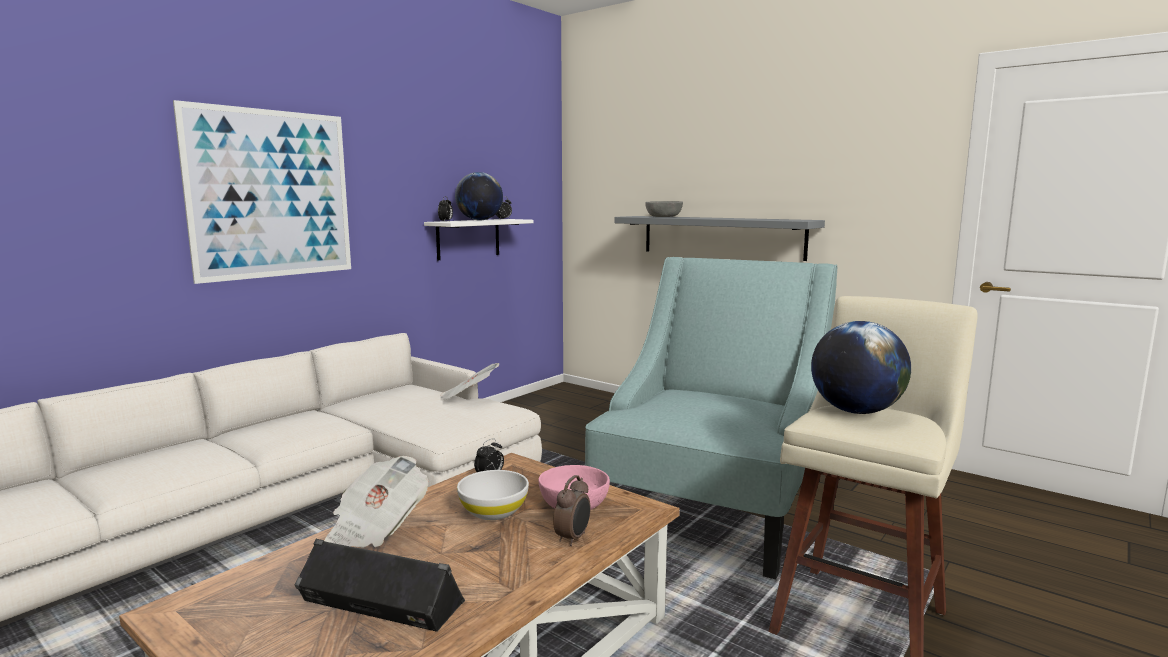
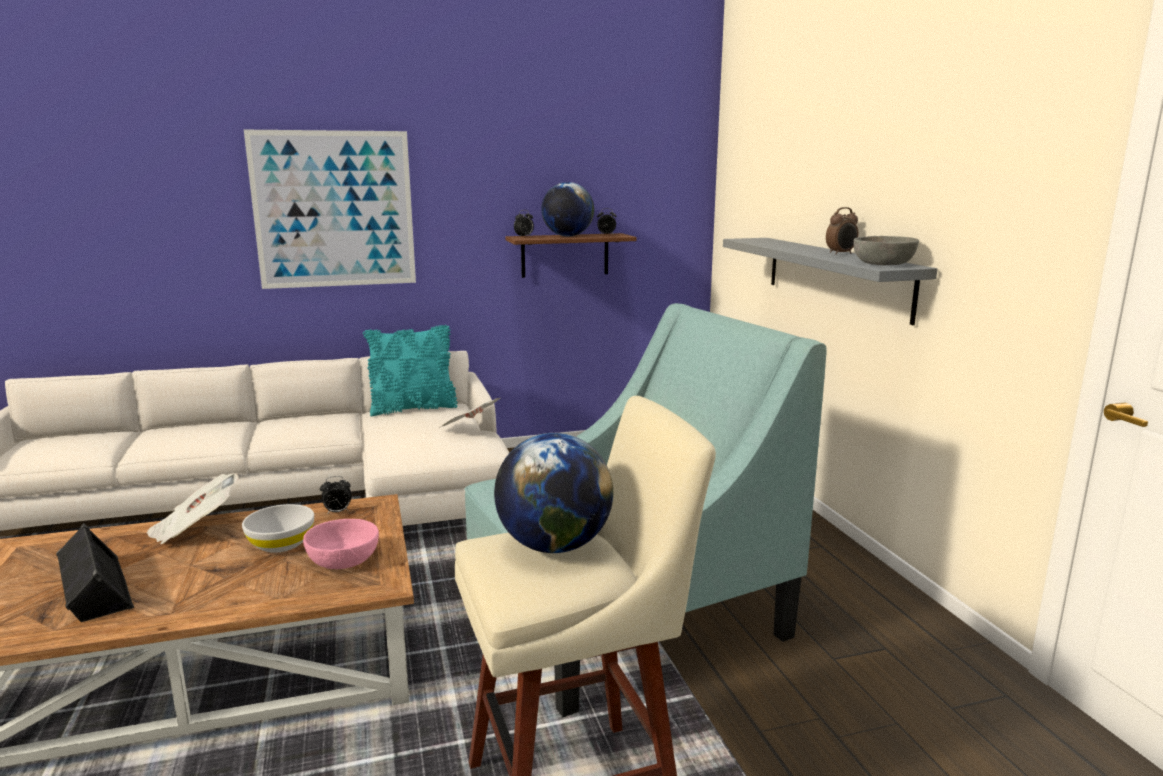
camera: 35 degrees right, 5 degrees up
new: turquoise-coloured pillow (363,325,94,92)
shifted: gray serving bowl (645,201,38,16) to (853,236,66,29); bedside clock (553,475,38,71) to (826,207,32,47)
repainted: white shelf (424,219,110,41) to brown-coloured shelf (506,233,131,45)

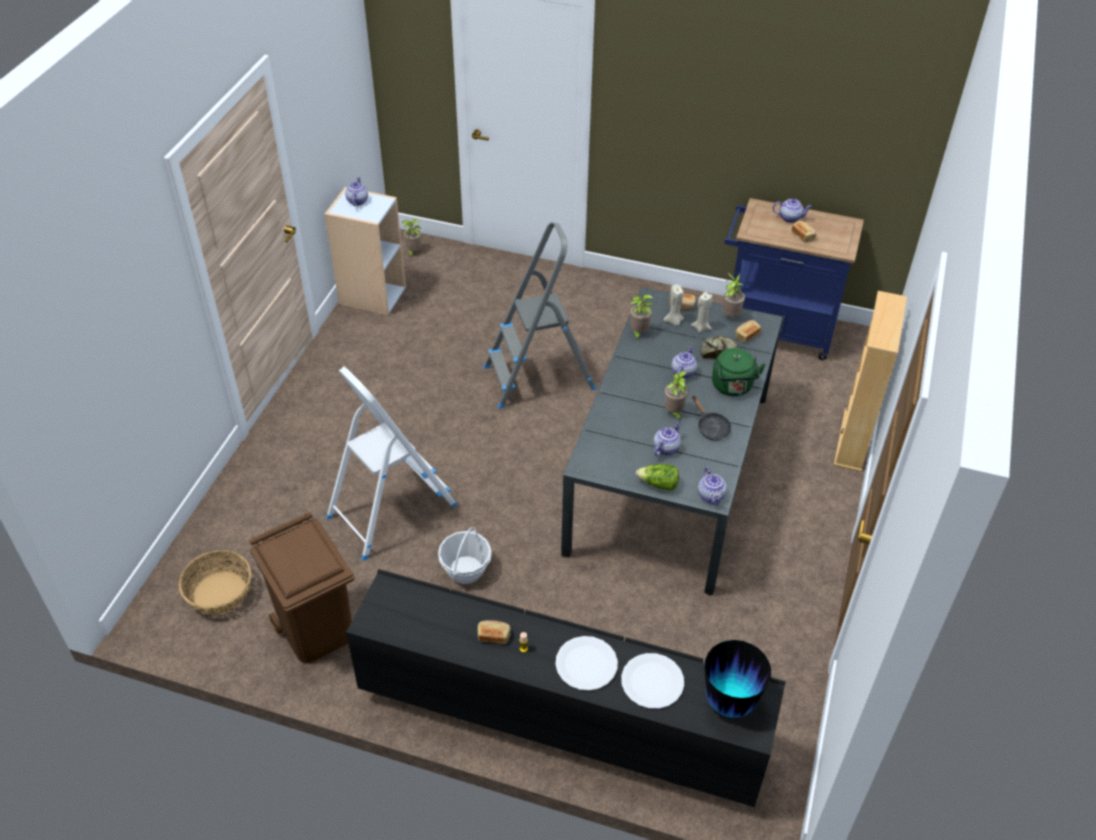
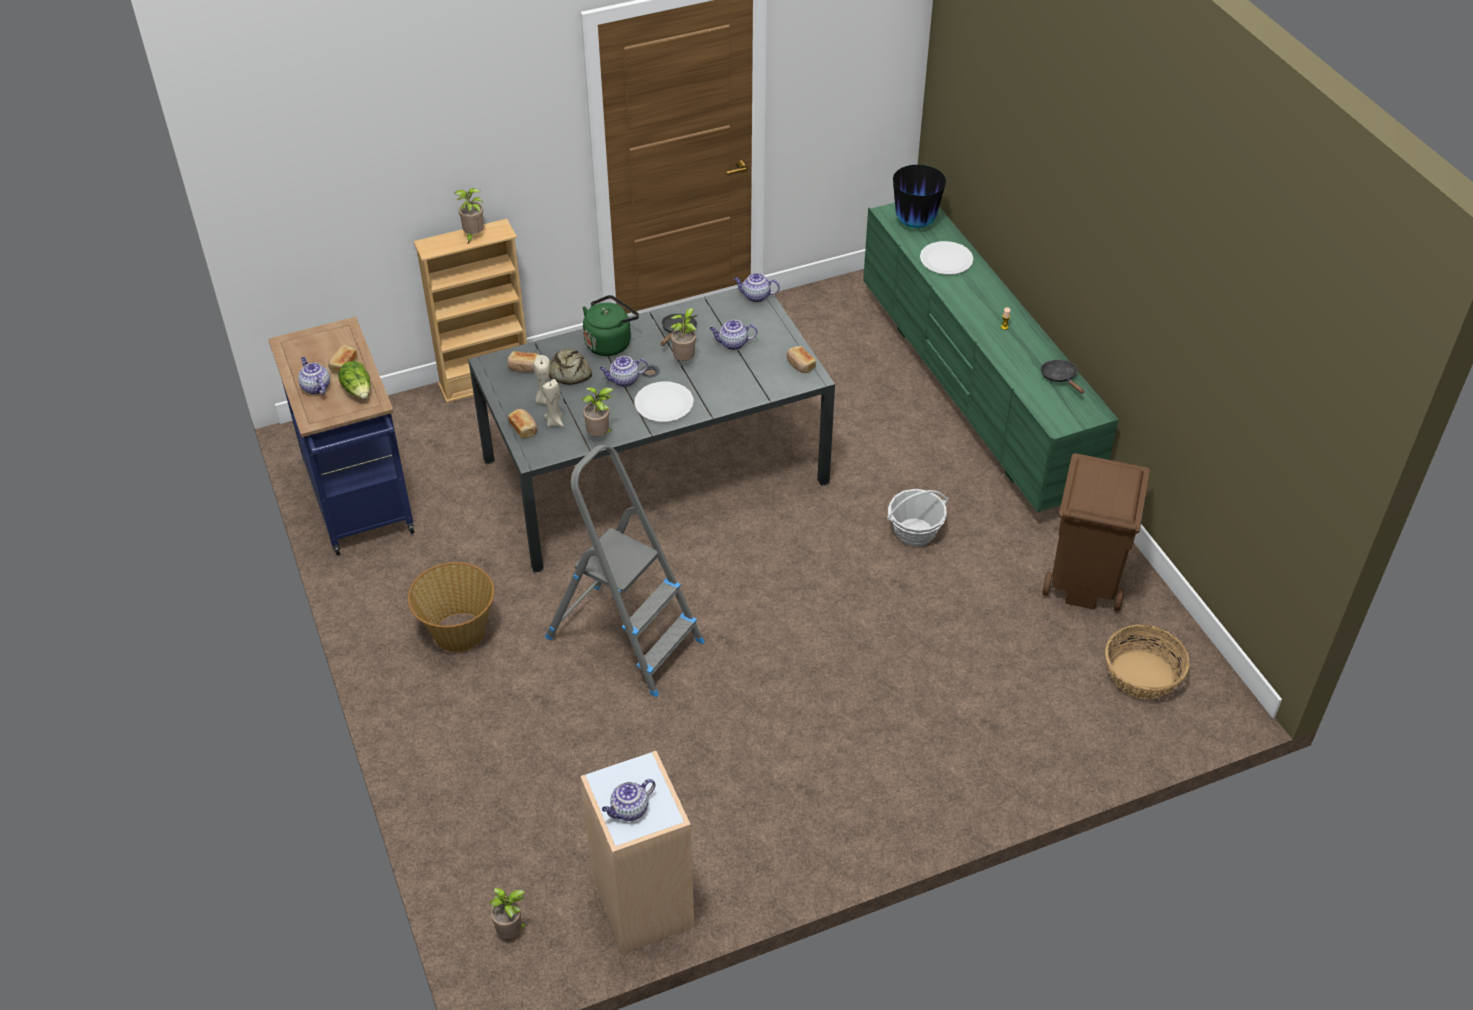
camera: 130 degrees left, 0 degrees up
gone: white step ladder (326,366,131,195)
new: blackish skillet (1041,360,44,34); storage basket (408,562,86,90)
shifted: houseplant (723,273,22,44) to (454,188,30,57); lettuce head (636,464,43,27) to (338,361,32,38); bakery bread (478,620,33,24) to (787,346,29,27); white flat dish (555,636,63,55) to (634,382,60,40)
repainted: blackish storage cabinet (346,569,440,238) to green-coloured storage cabinet (863,203,256,310)
rotated: pot for tea (698,467,29,38) = (733,273,47,29) 120 degrees counterclockwise

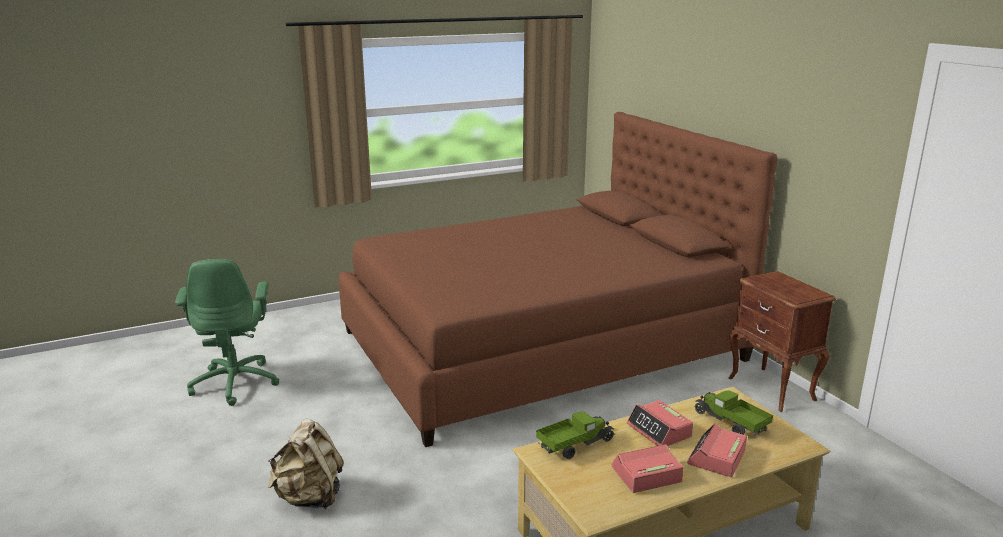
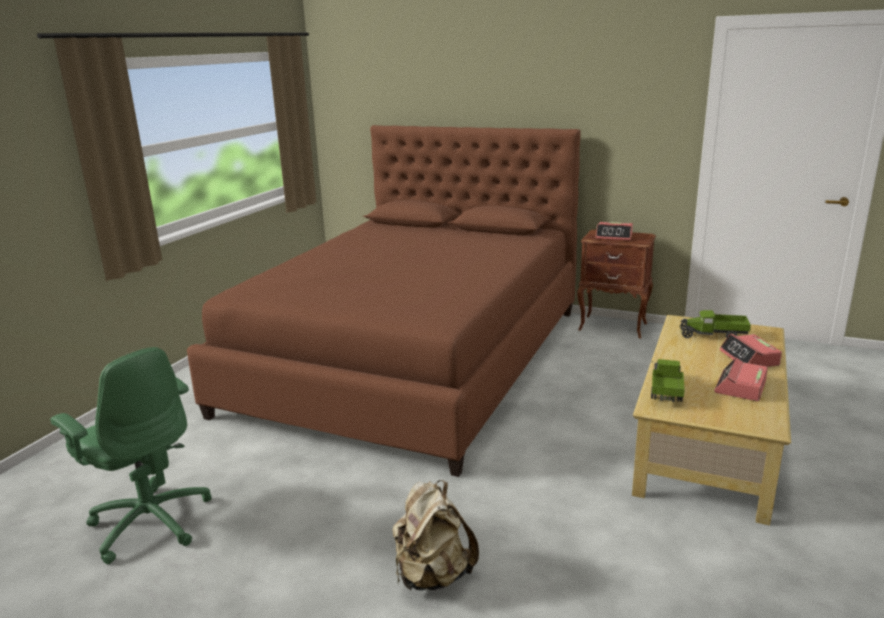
camera: 40 degrees left, 0 degrees up
shifted: bedside clock (627,400,66,46) to (596,222,37,18)

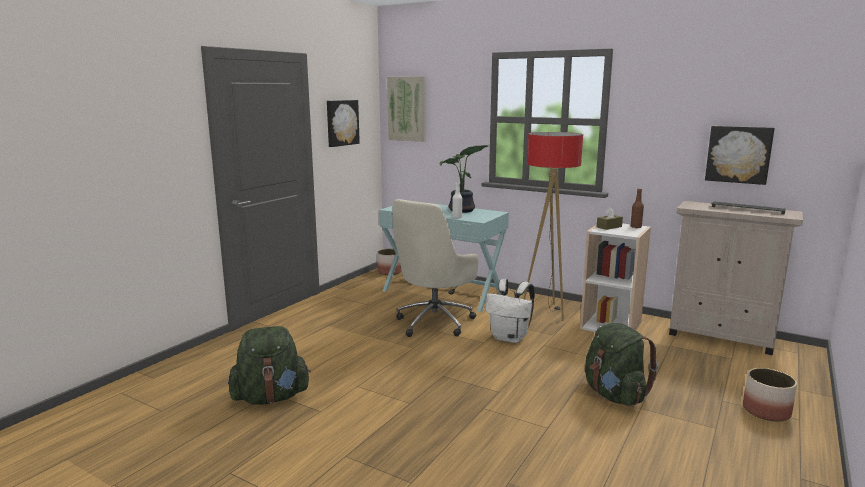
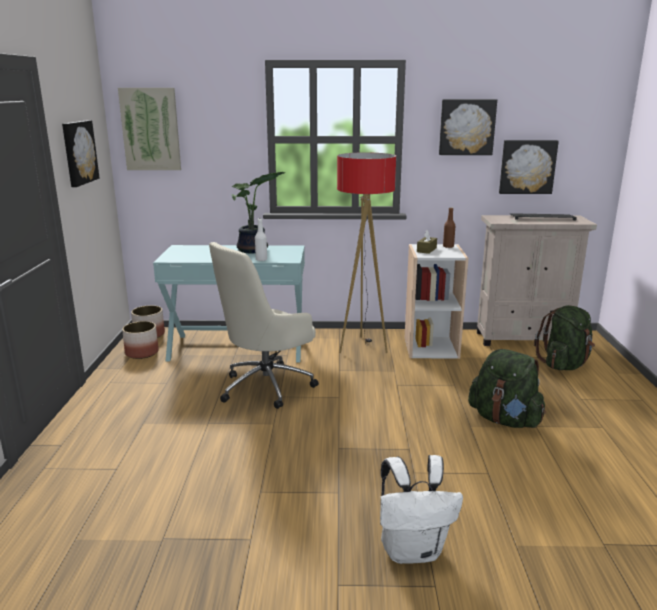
camera: 30 degrees left, 5 degrees up
new: picture (439,99,58,56)
shifted: white rucksack (485,279,50,64) to (380,455,83,109); green-coloured rucksack (228,326,83,79) to (534,305,61,65); plant pot (743,368,54,54) to (122,321,37,38)
rotated: beige-coloured desk chair (393,199,86,138) = (209,242,110,167) 45 degrees clockwise

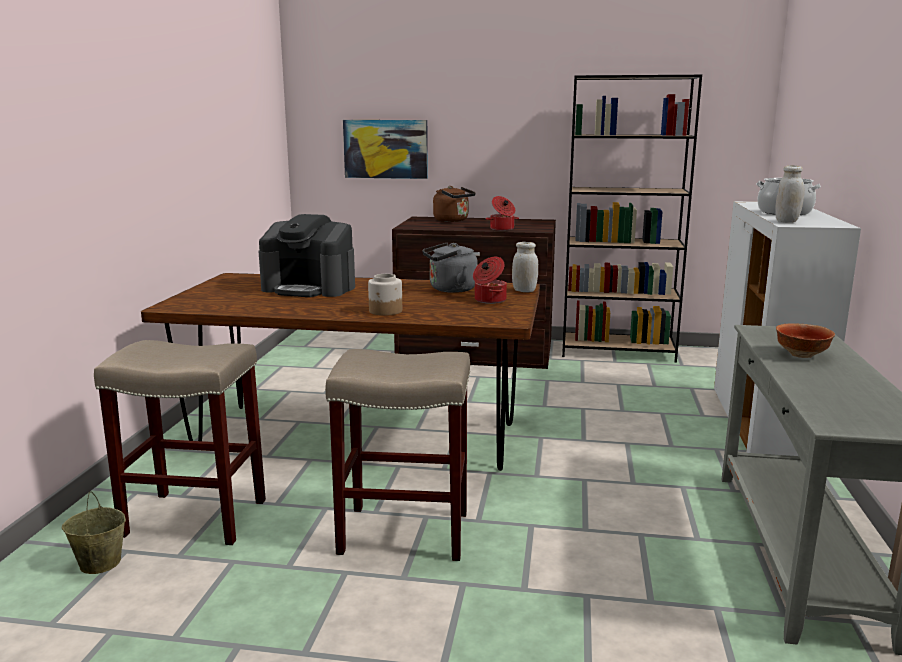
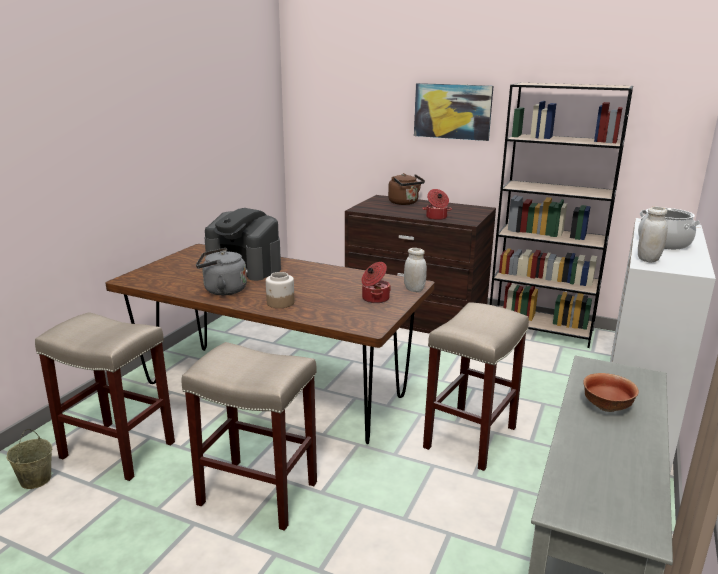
camera: 15 degrees right, 5 degrees up
new: beige-coloured sitting stool (423,302,106,169)
shifted: picture (343,120,85,59) to (414,83,79,58); gray water kettle (422,243,56,50) to (196,248,51,47)

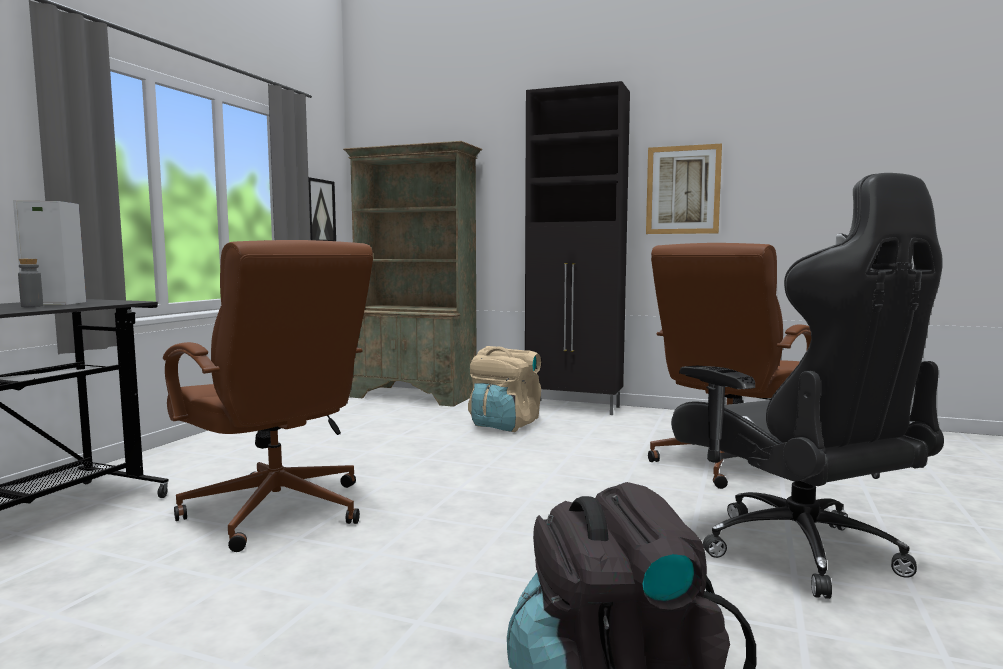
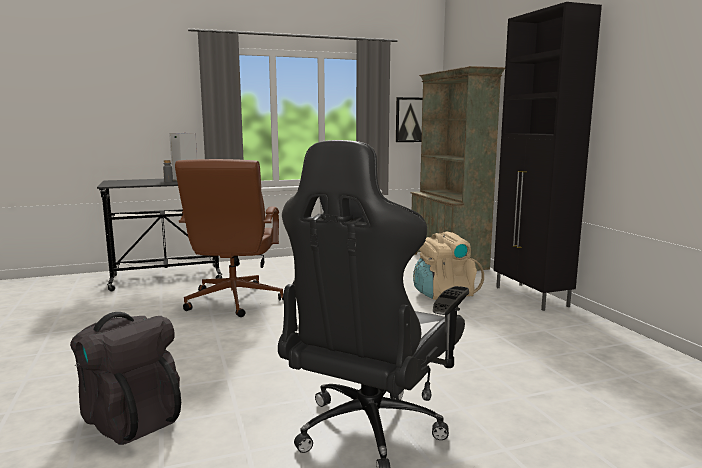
camera: 50 degrees right, 5 degrees up
gone: picture (646,144,76,90); brown-coloured desk chair (648,243,163,246)

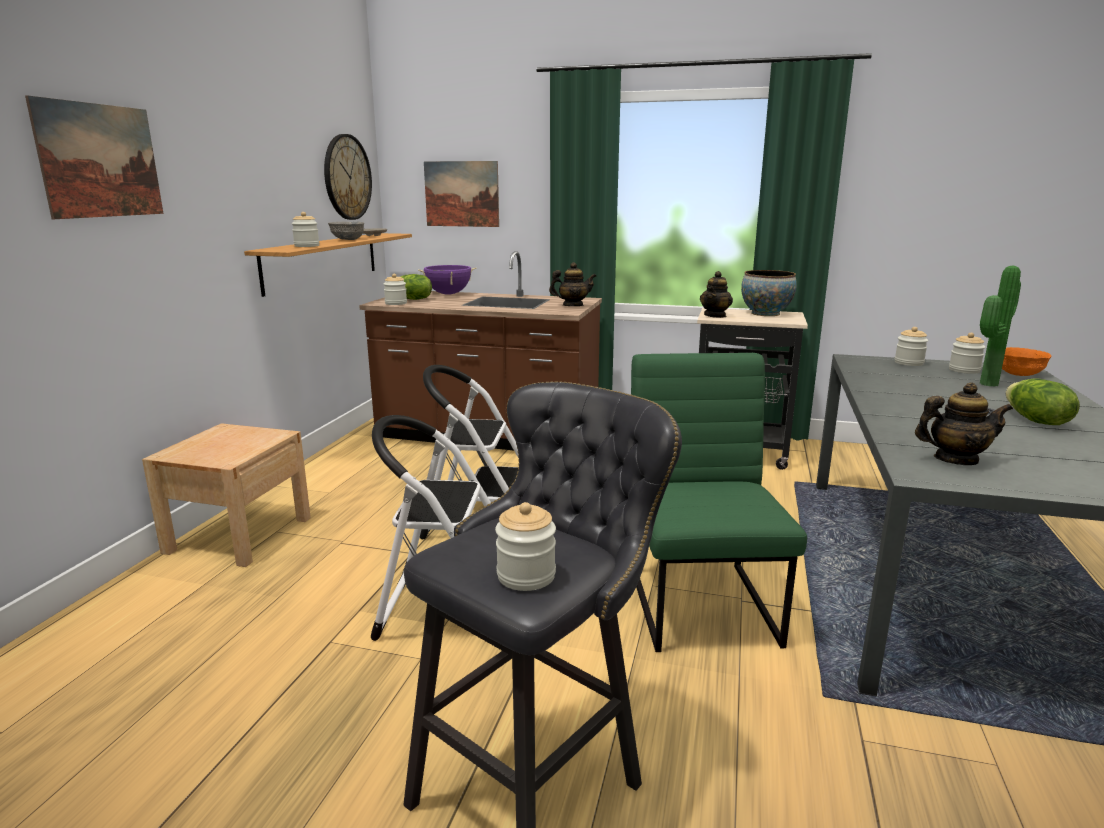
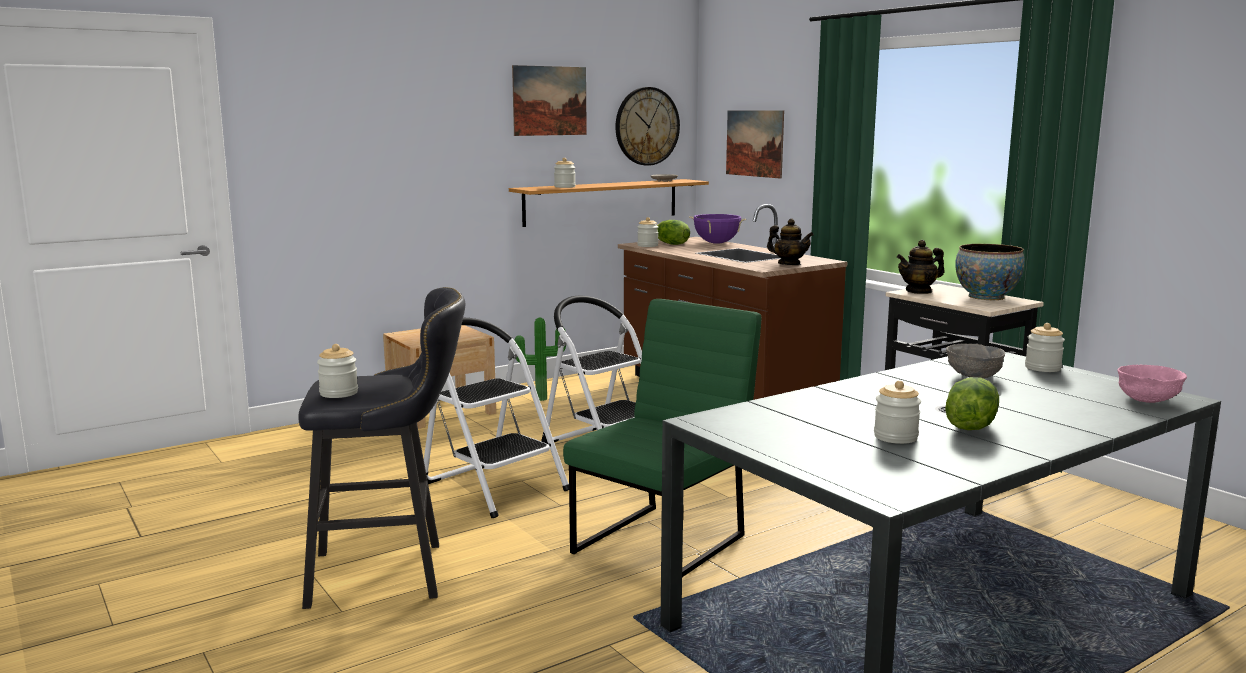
camera: 40 degrees right, 5 degrees down
gone: pot for tea (915,382,98,83)
shifted: picture (25,95,139,124) to (512,65,75,71); gray serving bowl (328,222,36,18) to (946,344,59,35); houseplant (980,266,41,121) to (514,318,52,83); storage jar (949,333,36,41) to (874,380,47,64)
repainted: orange-coloured serving bowl (1002,347,49,29) to pink-coloured serving bowl (1117,365,70,38)

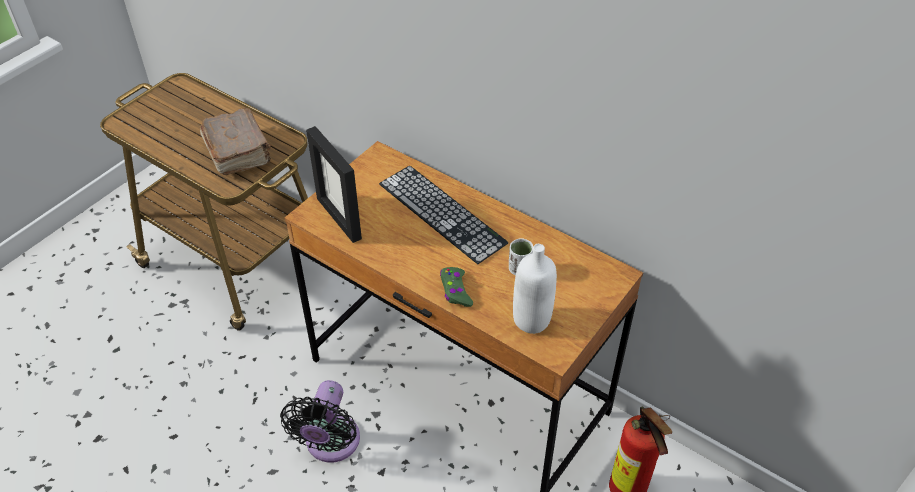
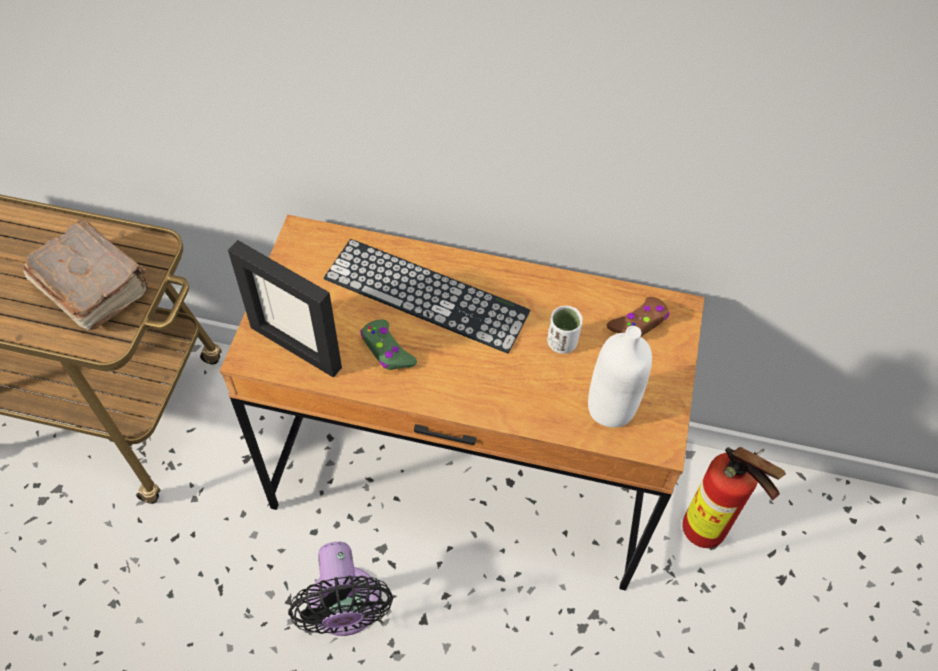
camera: 25 degrees left, 10 degrees up
new: brown-coloured gamepad (607,297,62,39)
shifted: green-coloured gamepad (440,267,33,40) to (361,320,56,50)

